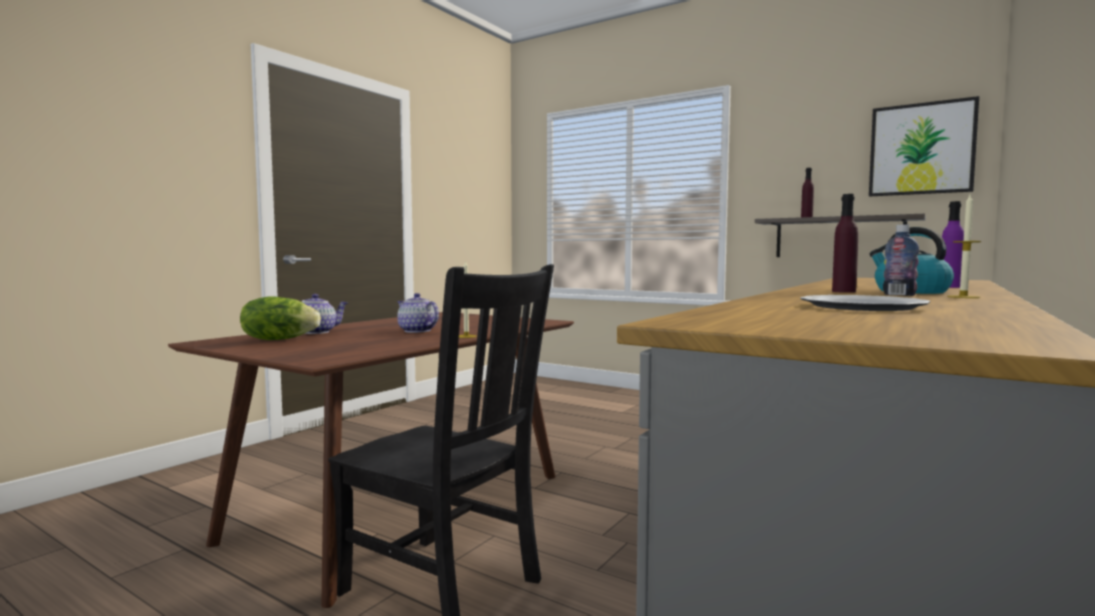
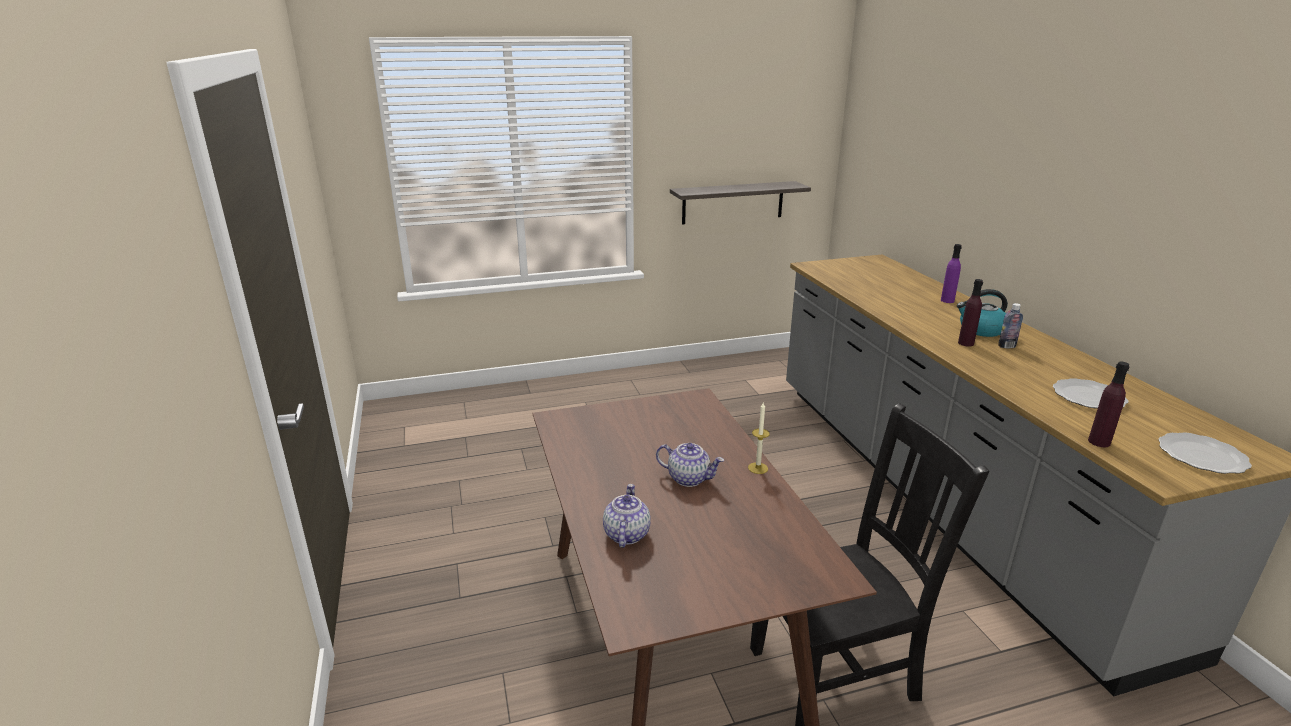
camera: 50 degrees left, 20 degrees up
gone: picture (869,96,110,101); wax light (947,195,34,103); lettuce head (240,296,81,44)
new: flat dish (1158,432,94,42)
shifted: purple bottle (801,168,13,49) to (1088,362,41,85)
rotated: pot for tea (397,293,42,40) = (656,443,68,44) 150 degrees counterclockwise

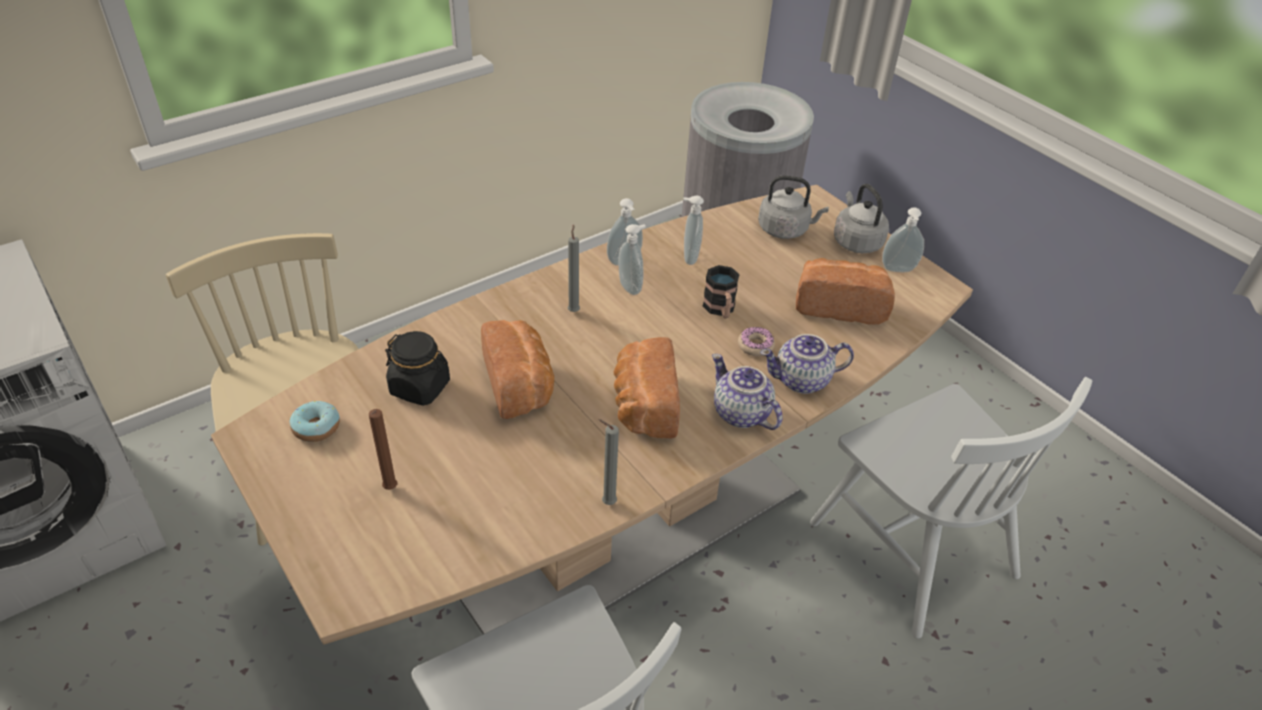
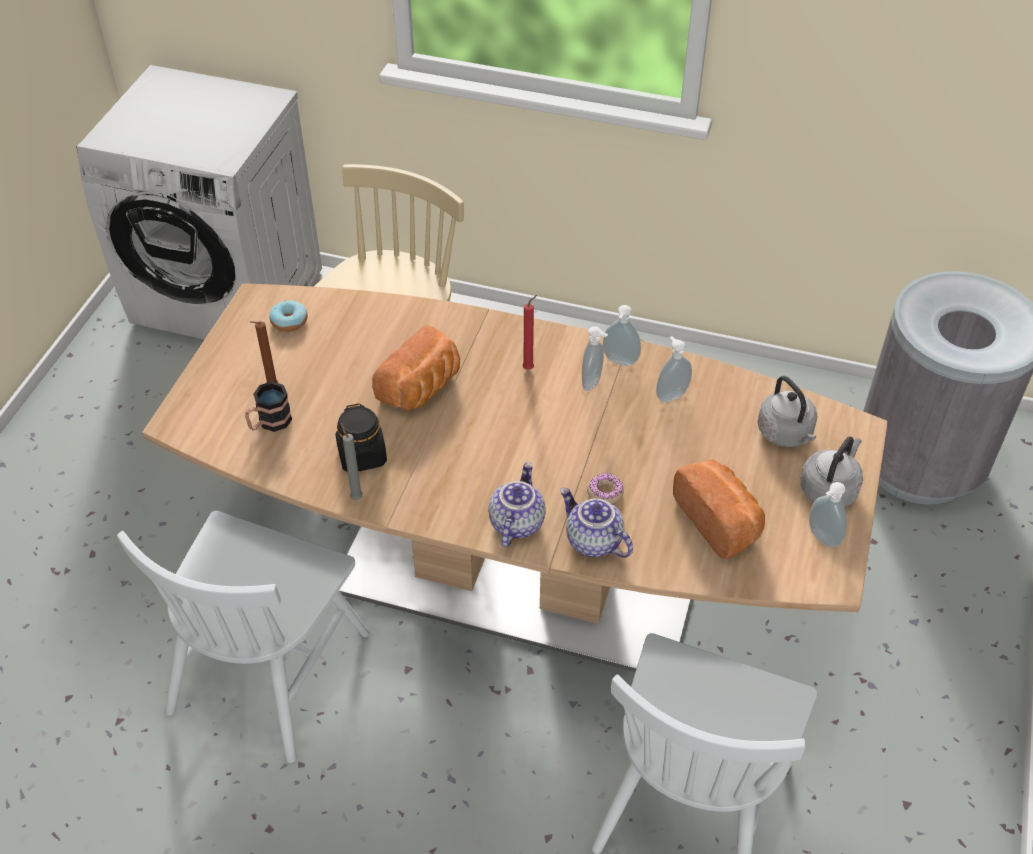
camera: 55 degrees right, 5 degrees up
gone: bakery bread (614,337,66,101)
shifted: tea mug (703,265,36,53) to (245,382,47,50); blackish storage jar (385,331,65,75) to (335,403,52,69)
repainted: gray wax light (568,224,12,88) to red wax light (522,295,15,75)

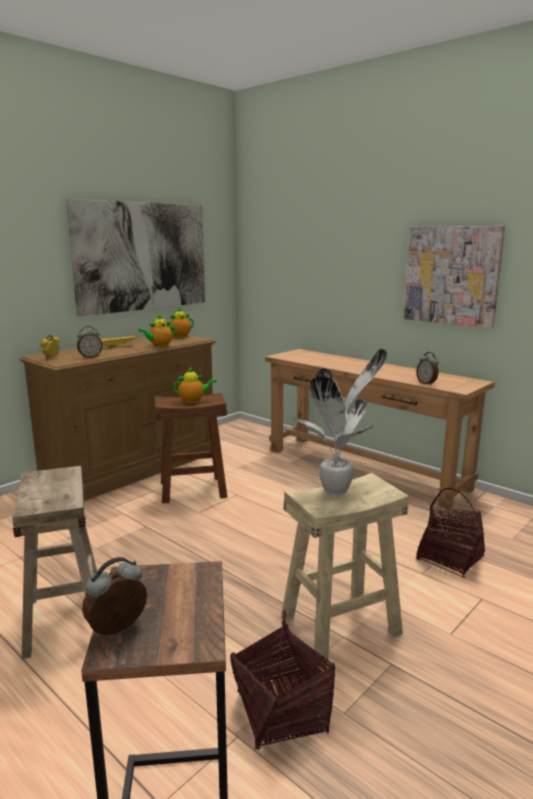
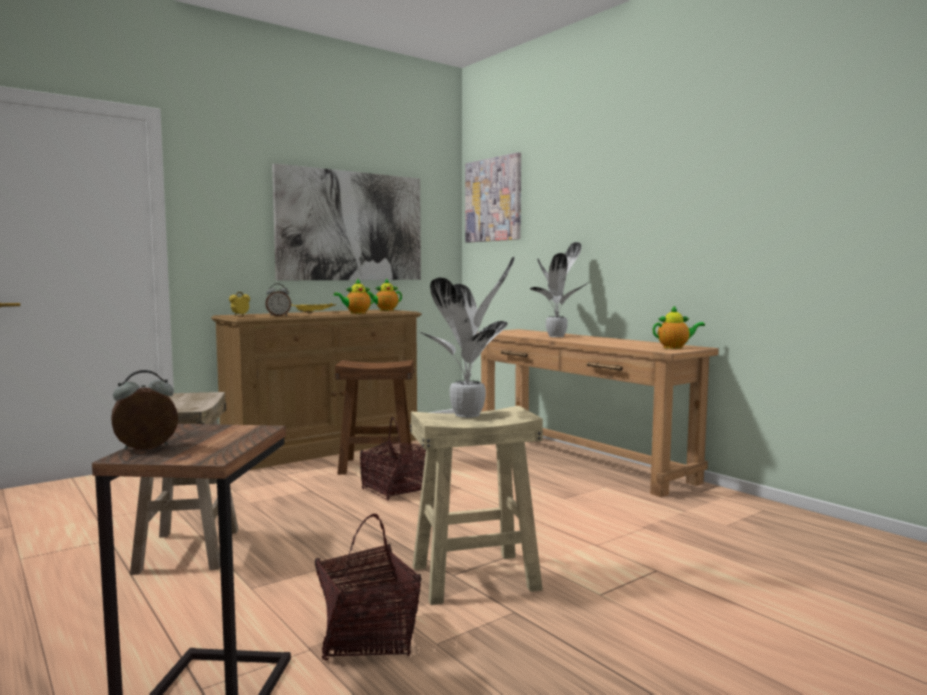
camera: 10 degrees right, 10 degrees down
gone: bedside clock (416,352,23,34)
new: houseplant (530,242,58,95)
shifted: picture (404,226,101,102) to (465,152,56,91); pot for tea (173,367,44,36) to (653,305,52,44); storage basket (416,488,69,90) to (360,417,66,84)

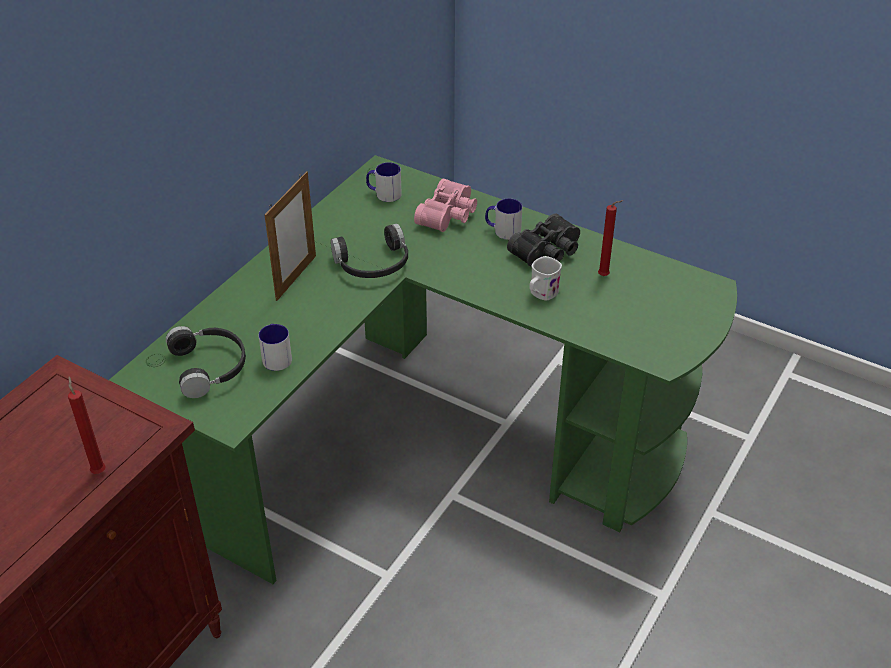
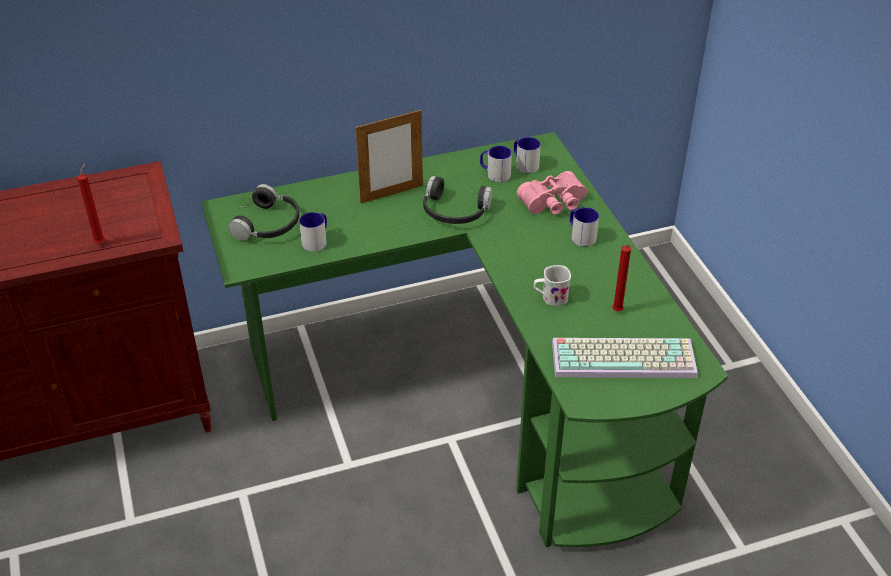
camera: 40 degrees right, 0 degrees up
gone: blackish field glasses (507,213,73,54)
new: tea mug (480,146,32,36); computer keyboard (552,338,146,40)

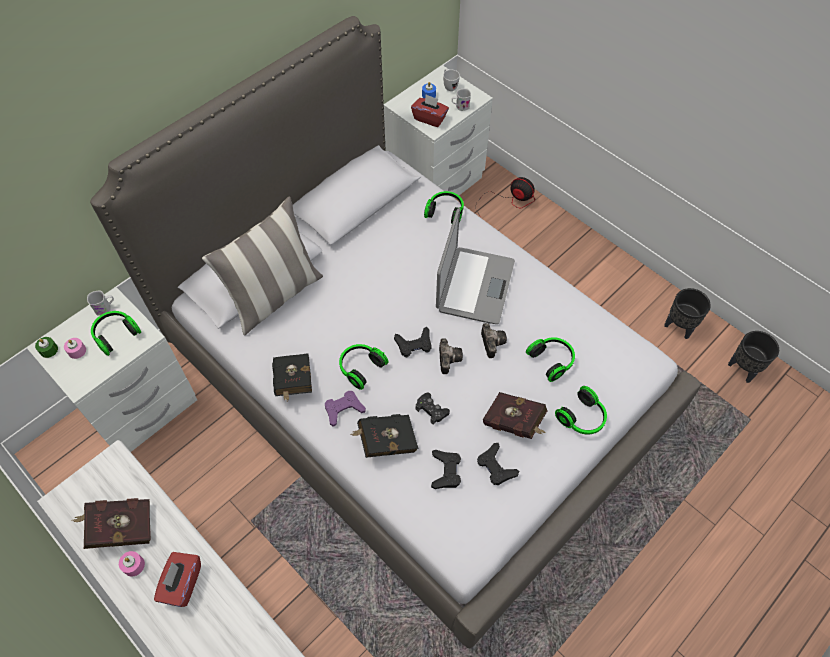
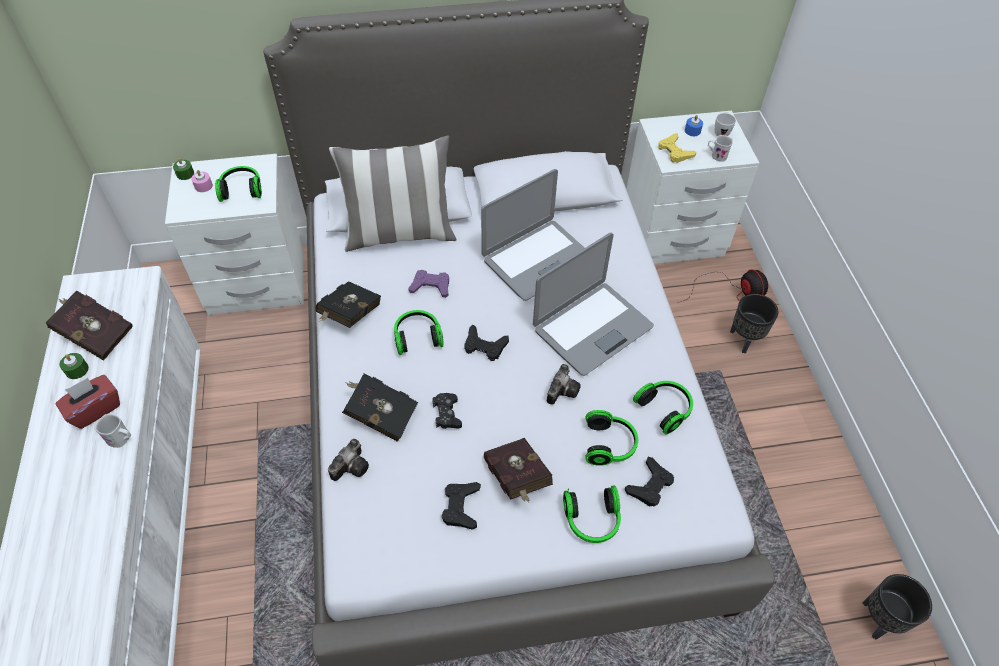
camera: 35 degrees right, 5 degrees down
new: portable computer (481,169,103,132)
shifted: headset (424,191,40,32) to (633,381,60,53); blackish plant pot (665,288,46,51) to (730,294,49,59); white tea mug (87,291,27,25) to (95,414,36,34); still camera (439,339,24,35) to (328,439,41,42); purple gamepad (325,391,41,36) to (408,270,41,28); blackish gamepad (431,450,30,39) to (624,457,50,50)
swapped: red tissue holder (411,94,38,33) to yellow-coloured gamepad (658,133,38,30)
repainted: pink-coloured wax light (119,551,26,25) to green-coloured wax light (59,353,30,26)

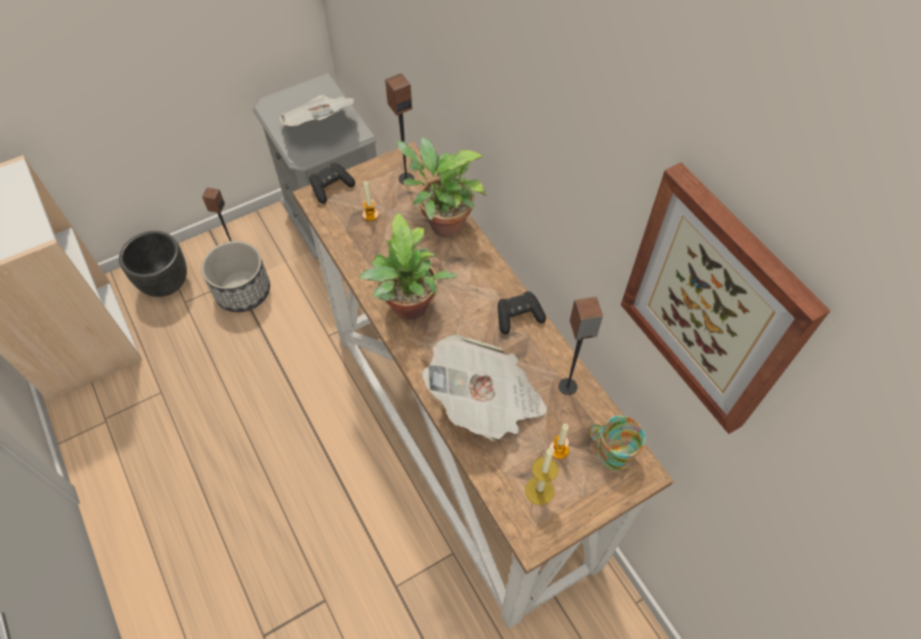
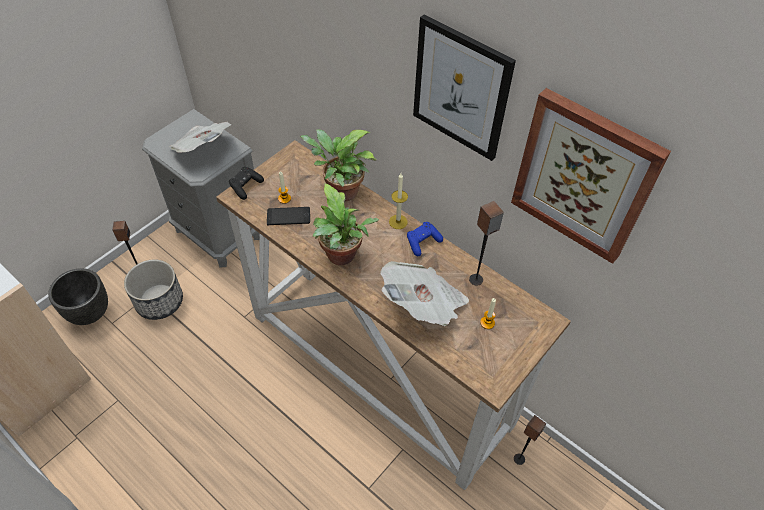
camera: 20 degrees left, 5 degrees down
gone: tea mug (589,416,57,54)
new: picture (413,15,103,146); handset (267,207,43,18)
shifted: loudspeaker (385,73,29,112) to (514,415,32,50); wax light (525,448,34,57) to (389,174,19,55)
repainted: blackish gamepad (498,291,48,43) to blue gamepad (407,222,36,34)

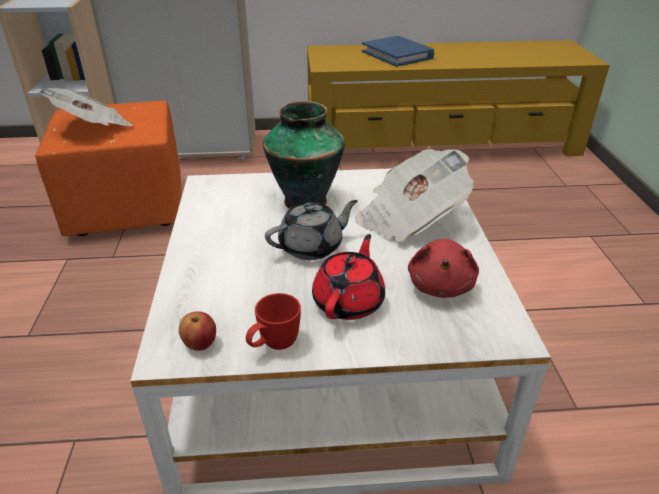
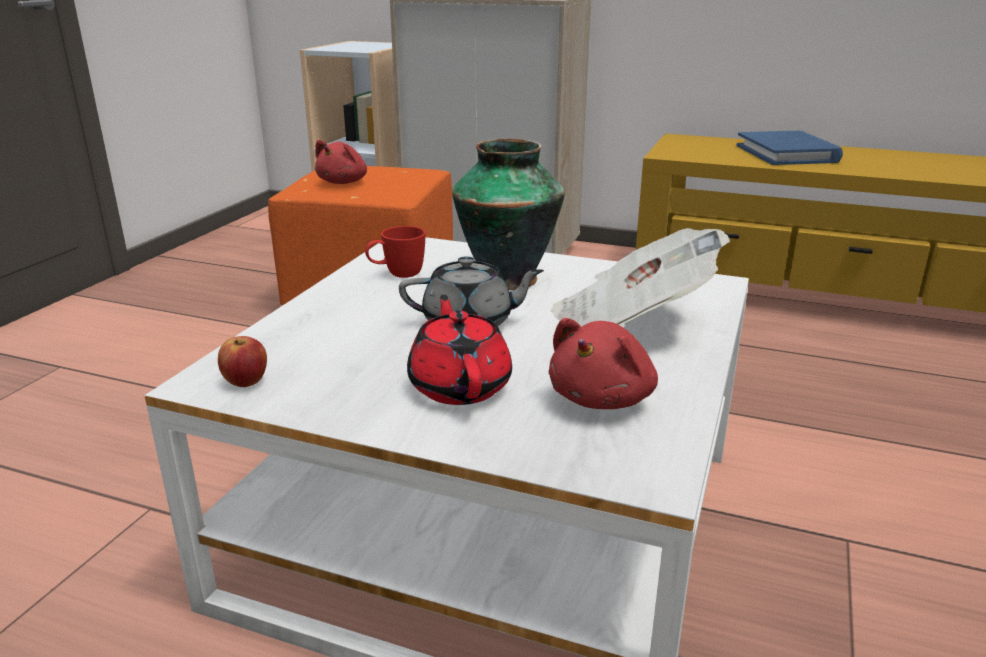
camera: 25 degrees right, 10 degrees down
shifted: red tea mug (246,293,55,57) to (365,226,60,52)
swapped: newspaper (36,88,98,38) to red plush toy (315,140,52,44)
rotated: red pot for tea (312,234,73,86) = (407,295,105,110) 60 degrees counterclockwise

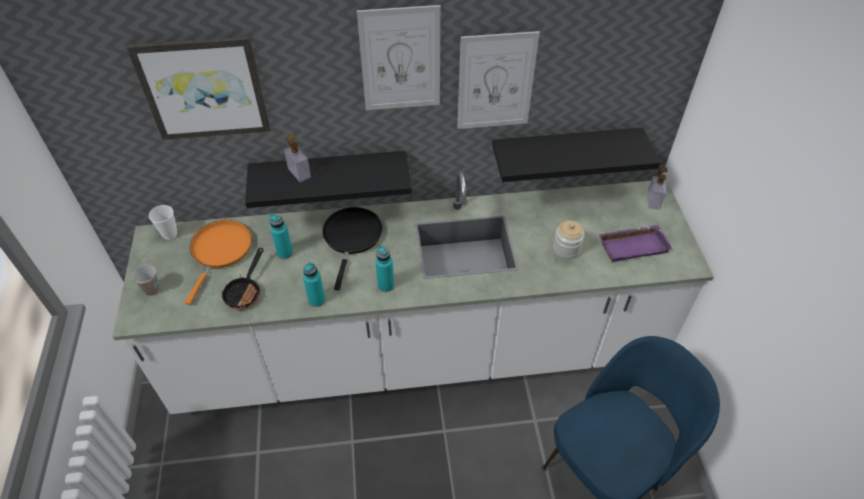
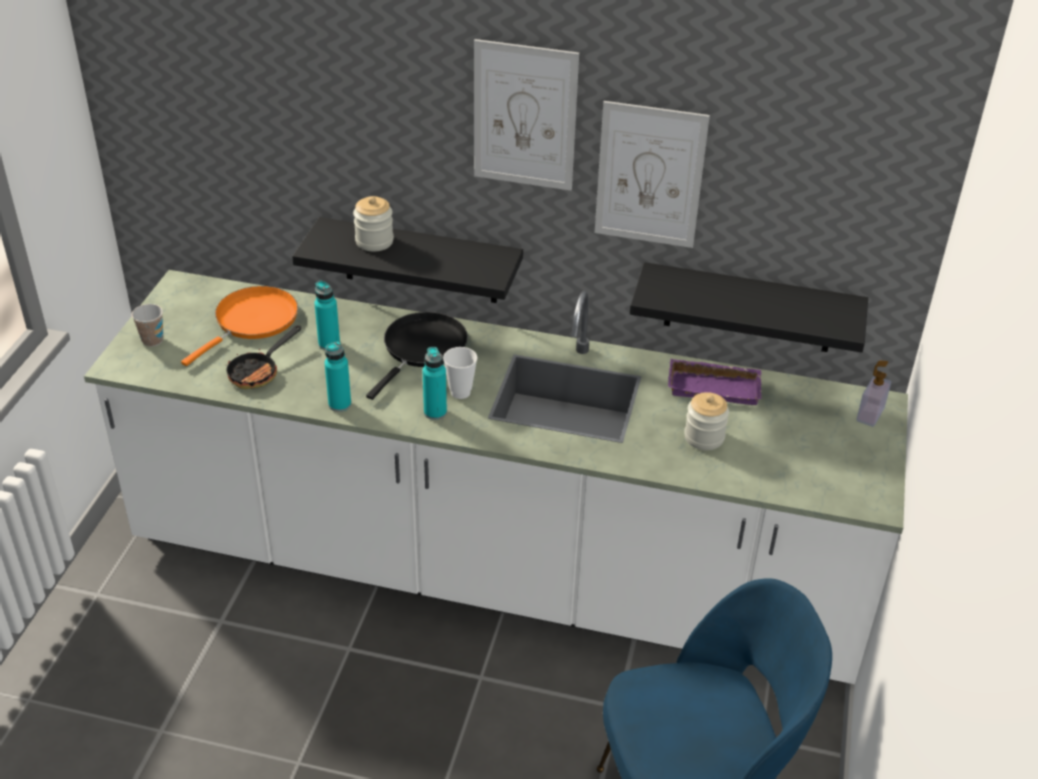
camera: 20 degrees right, 10 degrees down
gone: picture (126,36,145,104)
shifted: drinking cup (149,205,28,35) to (443,347,34,52); purple tray (598,225,75,37) to (668,359,93,46)
swapped: soap bottle (284,134,27,48) to storage jar (353,196,41,55)

